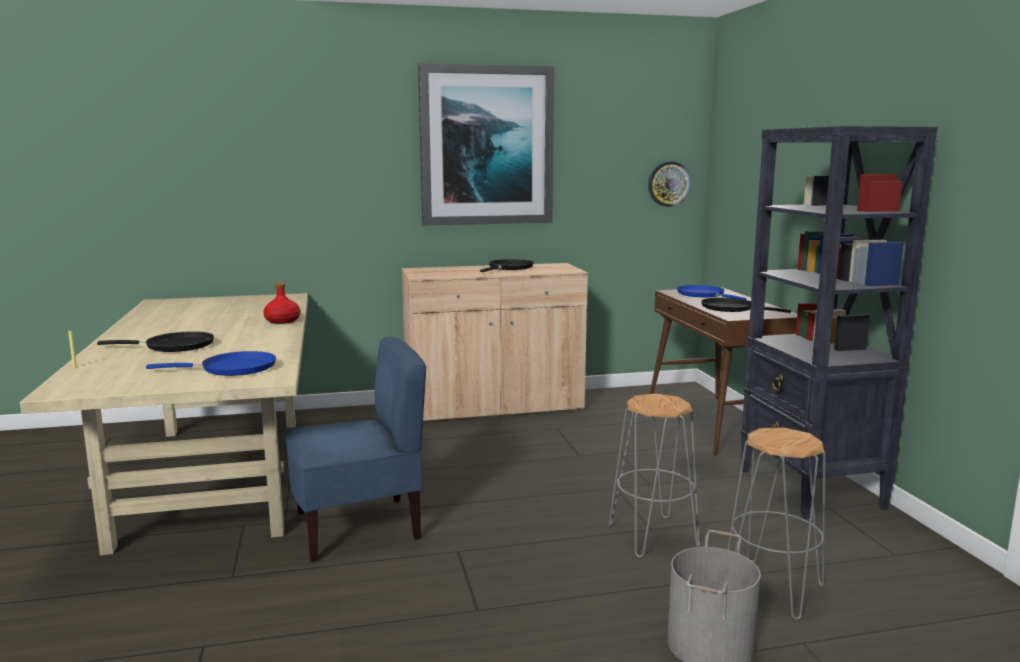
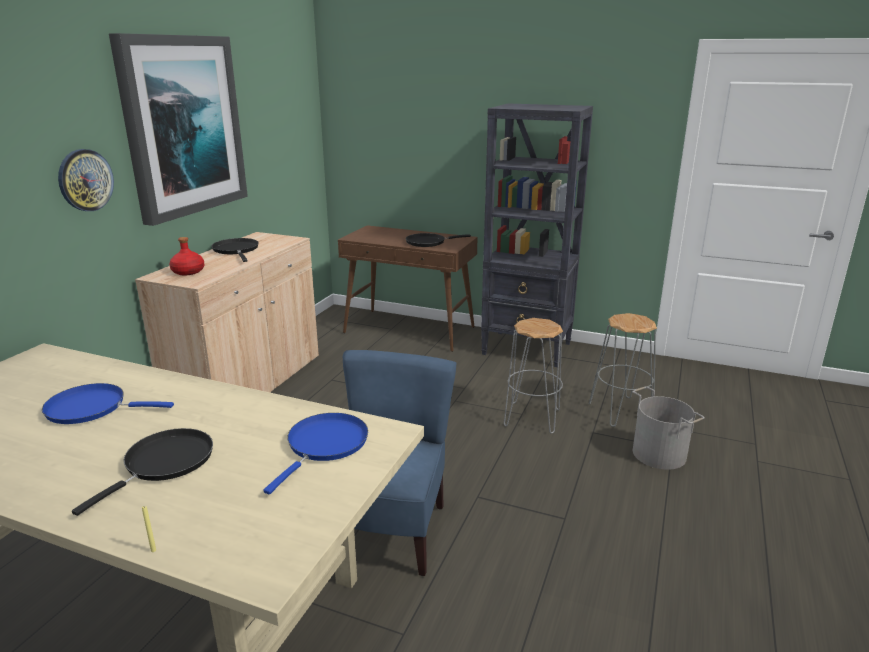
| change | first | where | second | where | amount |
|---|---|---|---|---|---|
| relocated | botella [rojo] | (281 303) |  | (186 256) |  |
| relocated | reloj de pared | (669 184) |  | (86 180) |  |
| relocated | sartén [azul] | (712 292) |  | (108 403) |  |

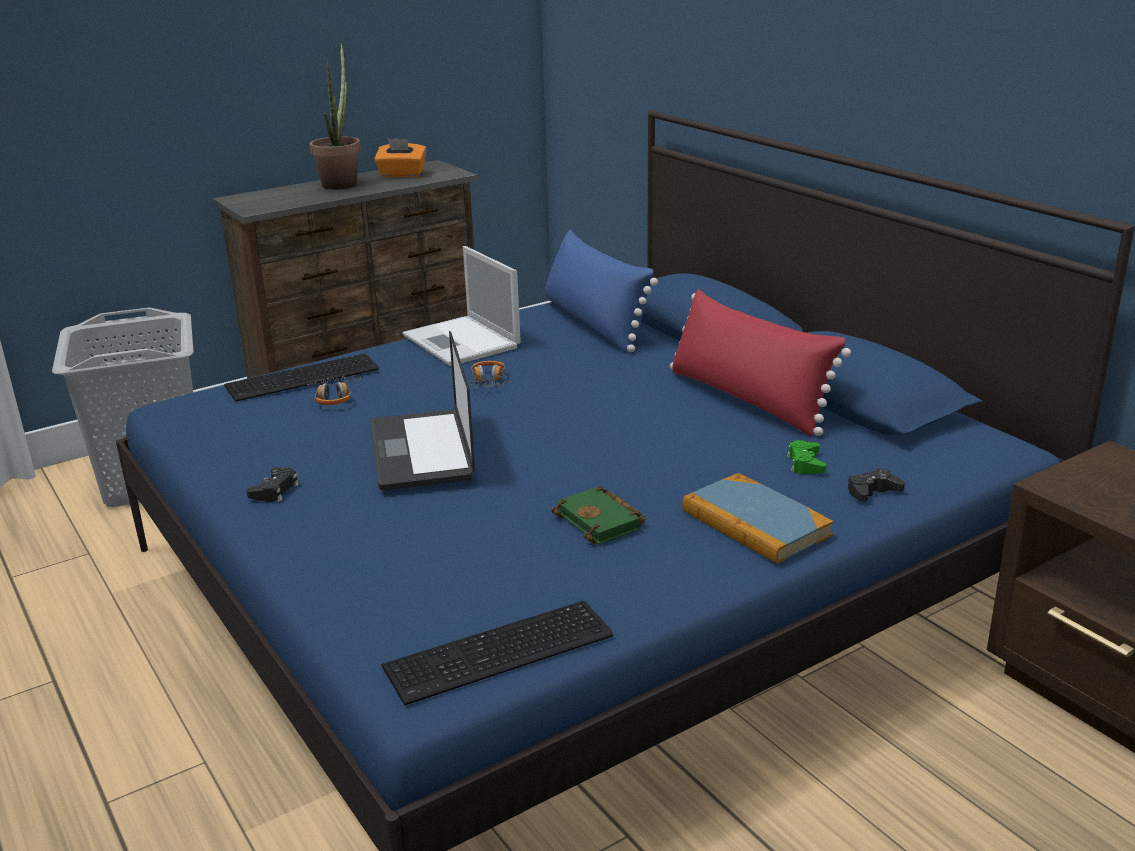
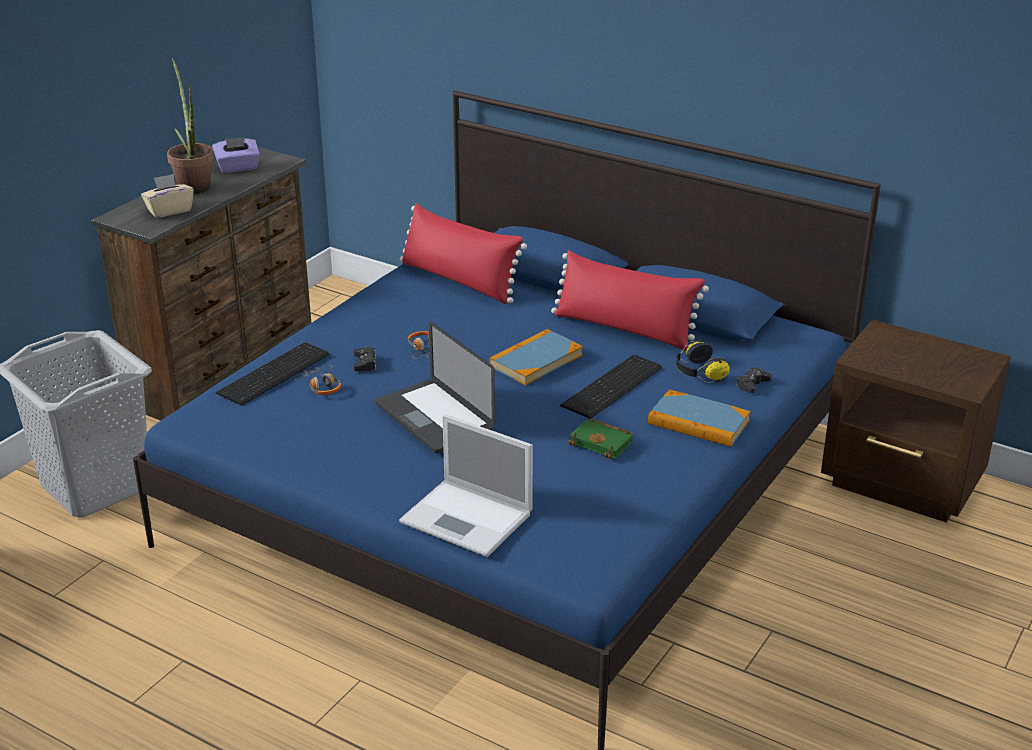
| change | first | where | second | where | amount |
|---|---|---|---|---|---|
| relocated | mando de consola [negro] | (273 484) |  | (364 359) |  |
| colour | caja de pañuelos [naranja] | (400 157) | caja de pañuelos [morado] | (236 155) |  |
| relocated | teclado | (497 653) |  | (611 387) |  |
| relocated | portátil | (461 306) |  | (466 485) |  |
| colour | cojín [azul] | (601 290) | cojín [rojo] | (463 253) |  |
| exchanged | mando de consola [verde] | (806 457) | auriculares | (702 361) |  |
| appeared |  |  | caja de pañuelos [beis] | (167 196) |  |
| appeared |  |  | libro | (536 357) |  |

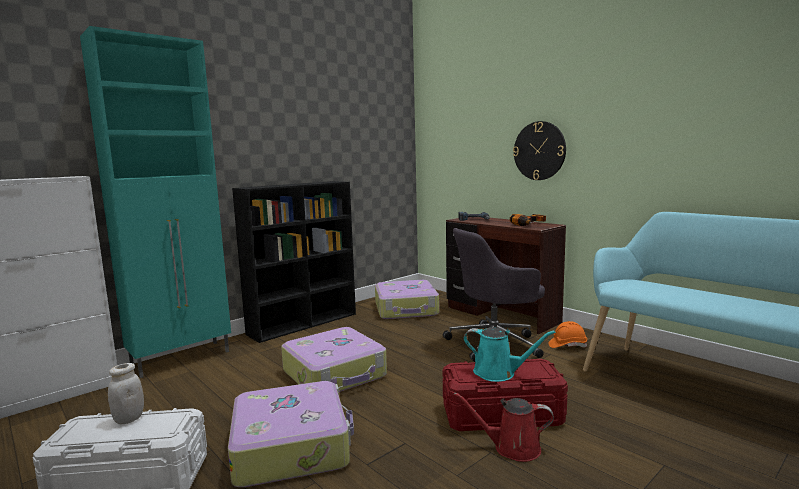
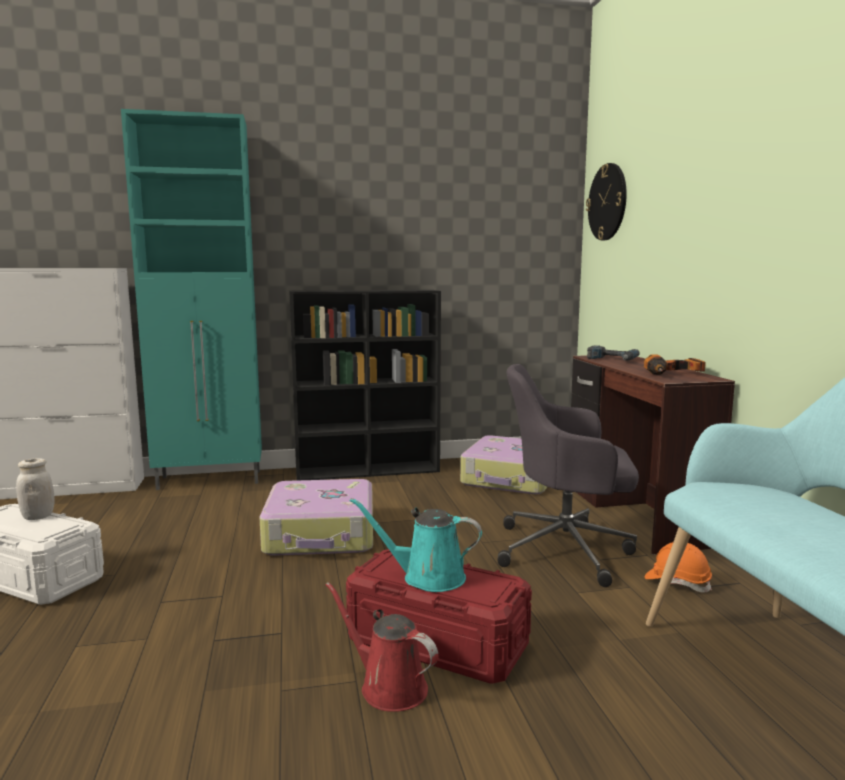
| change | first | where | second | where | amount |
|---|---|---|---|---|---|
| missing | maleta | (291 434) |  |  |  |
| spun | regadera [turquesa] | (509 354) |  | (415 545) | 135 degrees clockwise |
| relocated | reloj de pared | (539 150) |  | (606 201) |  |

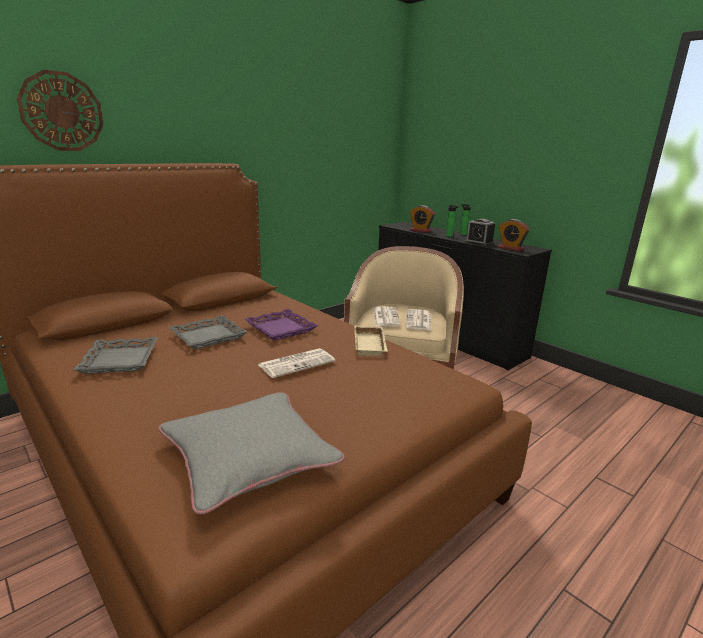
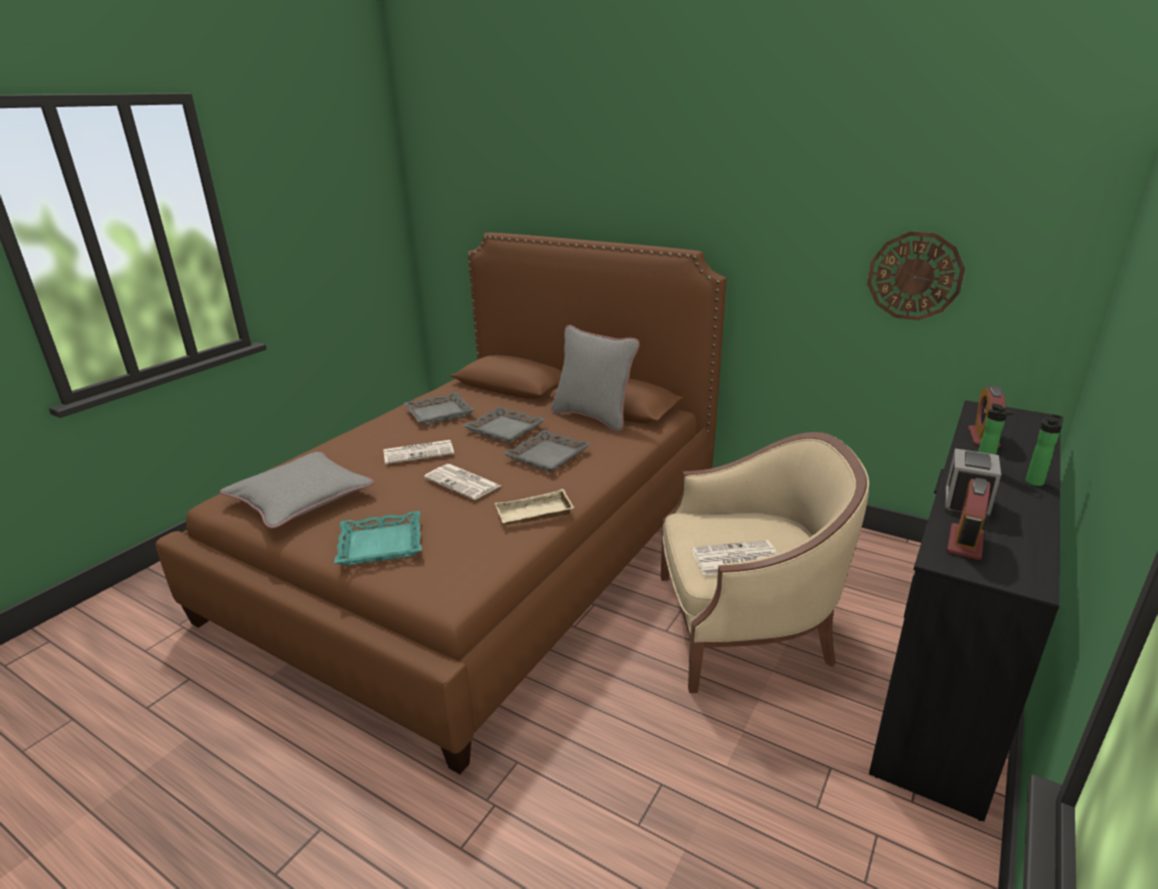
| change | first | where | second | where | amount |
|---|---|---|---|---|---|
| relocated | reloj de pared | (60 110) |  | (916 276) |  |
| colour | bandeja [morado] | (281 325) | bandeja [gris] | (547 451) |  |
| relocated | periódico | (387 317) |  | (418 452) |  |
| appeared |  |  | bandeja [turquesa] | (378 538) |  |
| appeared |  |  | cojín [gris] | (595 378) |  |

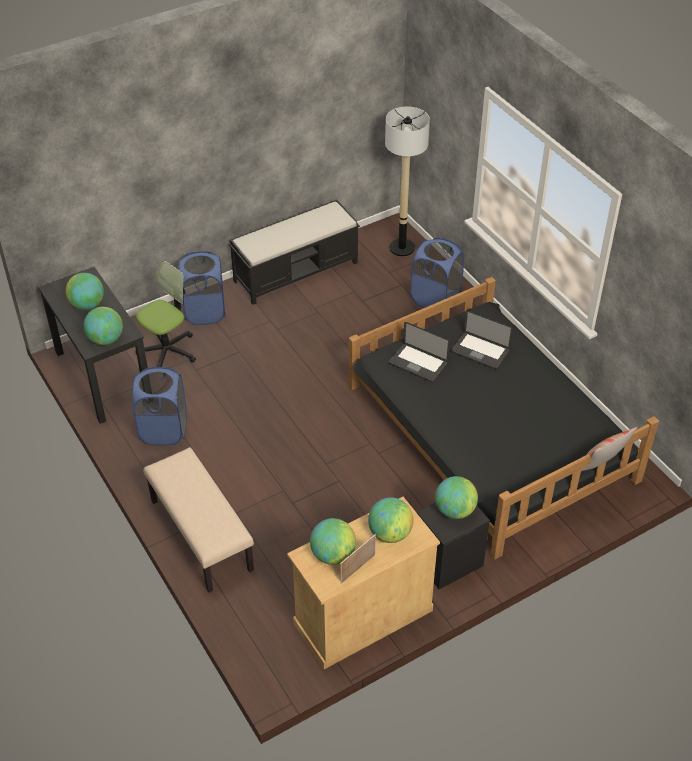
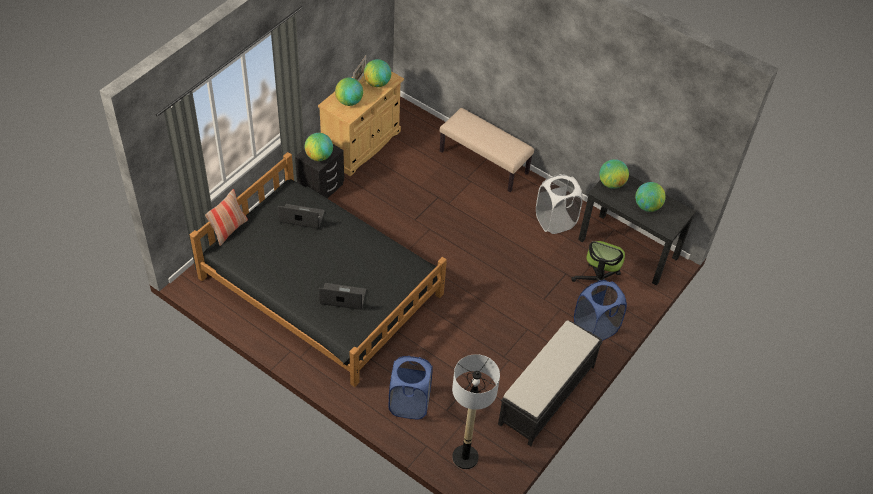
| change | first | where | second | where | amount |
|---|---|---|---|---|---|
| colour | cesto de la ropa [azul] | (159 406) | cesto de la ropa [blanco] | (559 204) |  |
| relocated | portátil | (419 352) |  | (301 216) |  |

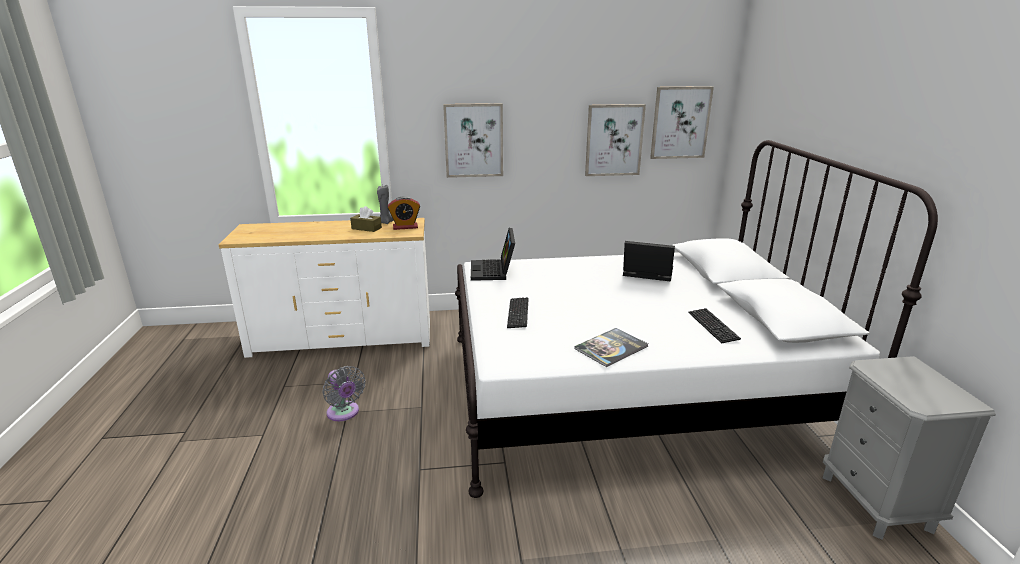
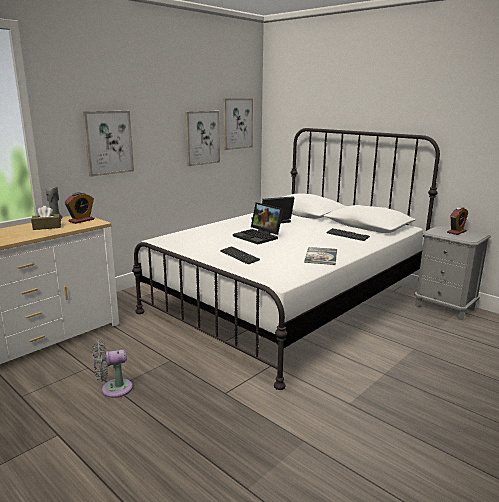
| change | first | where | second | where | amount |
|---|---|---|---|---|---|
| spun | ventilador [gris] | (344 393) |  | (113 368) | 150 degrees clockwise |
| relocated | portátil | (493 254) |  | (258 223) |  |
| appeared |  |  | despertador | (457 221) |  |

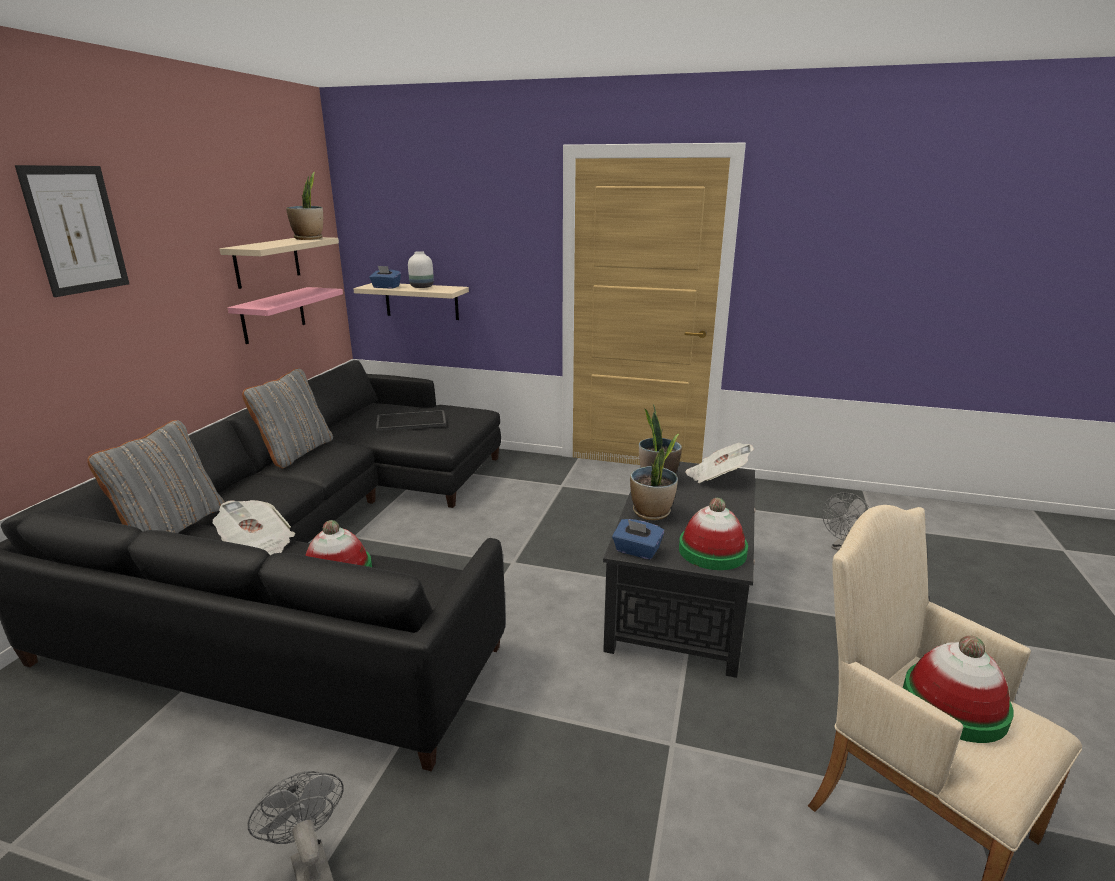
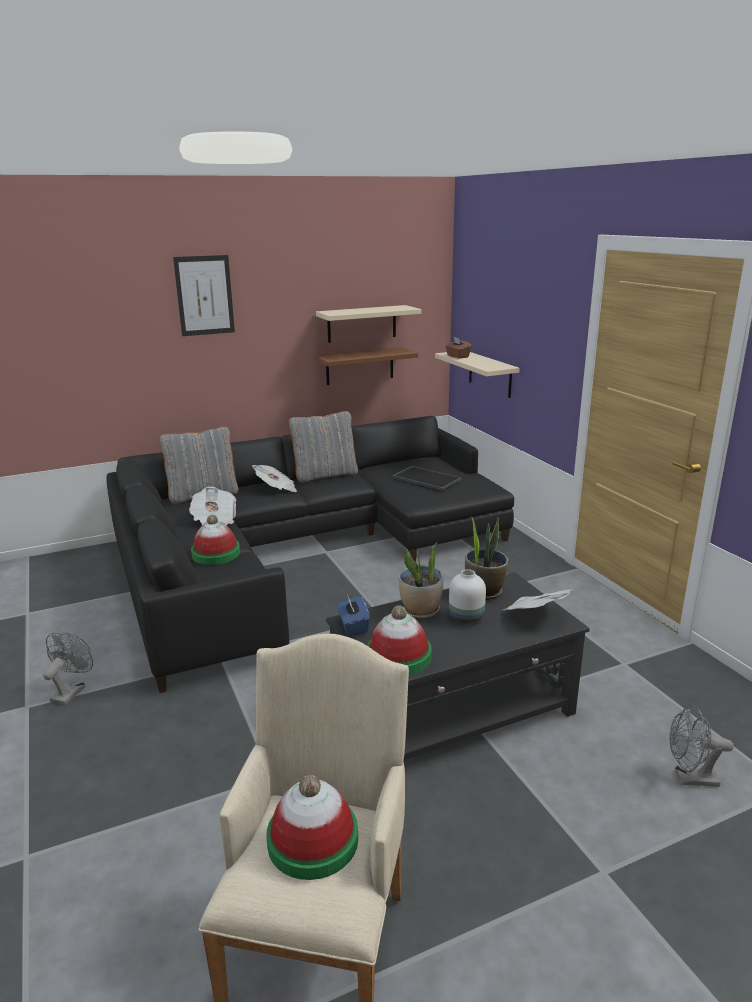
| change | first | where | second | where | amount |
|---|---|---|---|---|---|
| colour | estante [rosa] | (285 315) | estante [marrón] | (366 366) |  |
| missing | planta en maceta | (304 206) |  |  |  |
| colour | caja de pañuelos [azul] | (385 277) | caja de pañuelos [marrón] | (458 347) |  |
| relocated | florero [blanco] | (421 269) |  | (467 596) |  |
| appeared |  |  | periódico | (274 478) |  |

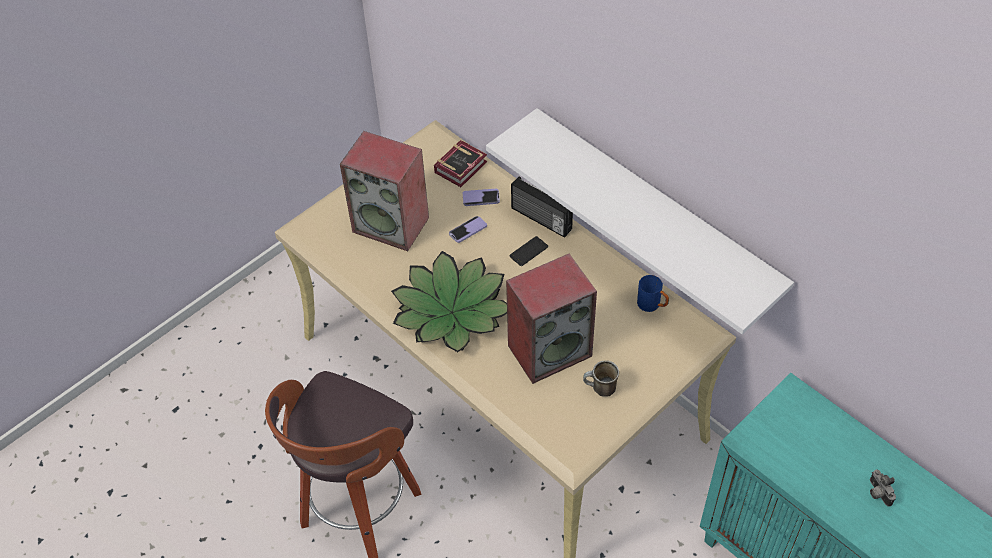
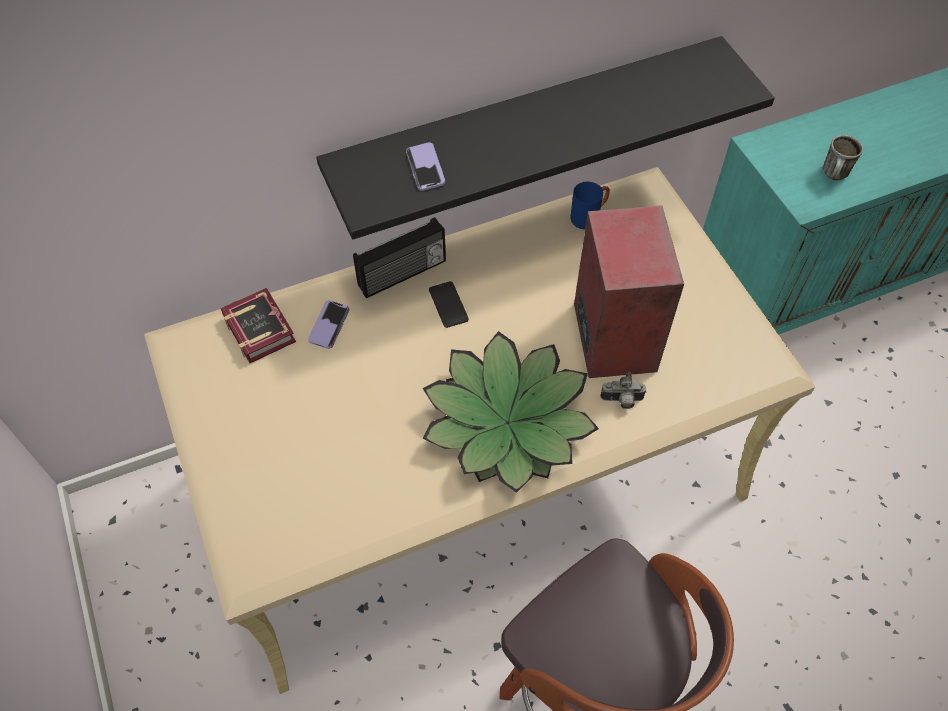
| change | first | where | second | where | amount |
|---|---|---|---|---|---|
| missing | altavoz | (384 191) |  |  |  |
| relocated | móvil | (468 229) |  | (425 166) |  |
| colour | estante [blanco] | (640 221) | estante [negro] | (545 138) |  |
| relocated | taza grande | (601 378) |  | (843 157) |  |
| relocated | cámara | (883 488) |  | (623 390) |  |

